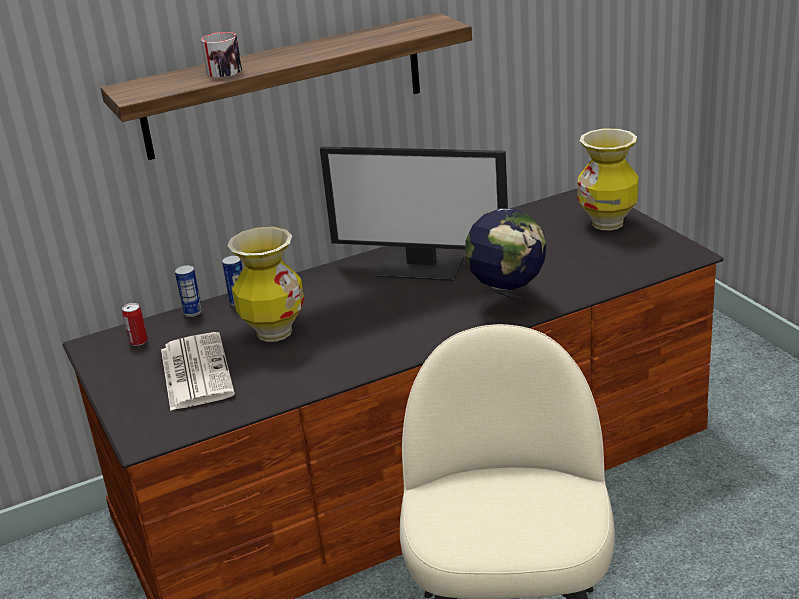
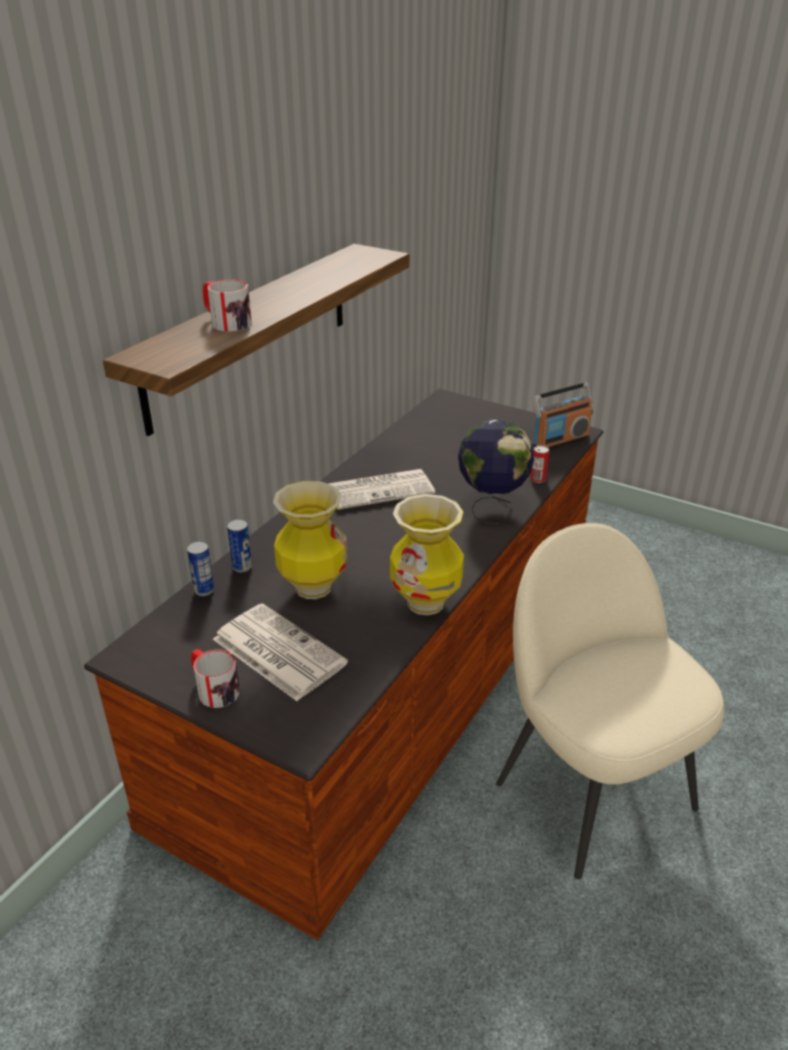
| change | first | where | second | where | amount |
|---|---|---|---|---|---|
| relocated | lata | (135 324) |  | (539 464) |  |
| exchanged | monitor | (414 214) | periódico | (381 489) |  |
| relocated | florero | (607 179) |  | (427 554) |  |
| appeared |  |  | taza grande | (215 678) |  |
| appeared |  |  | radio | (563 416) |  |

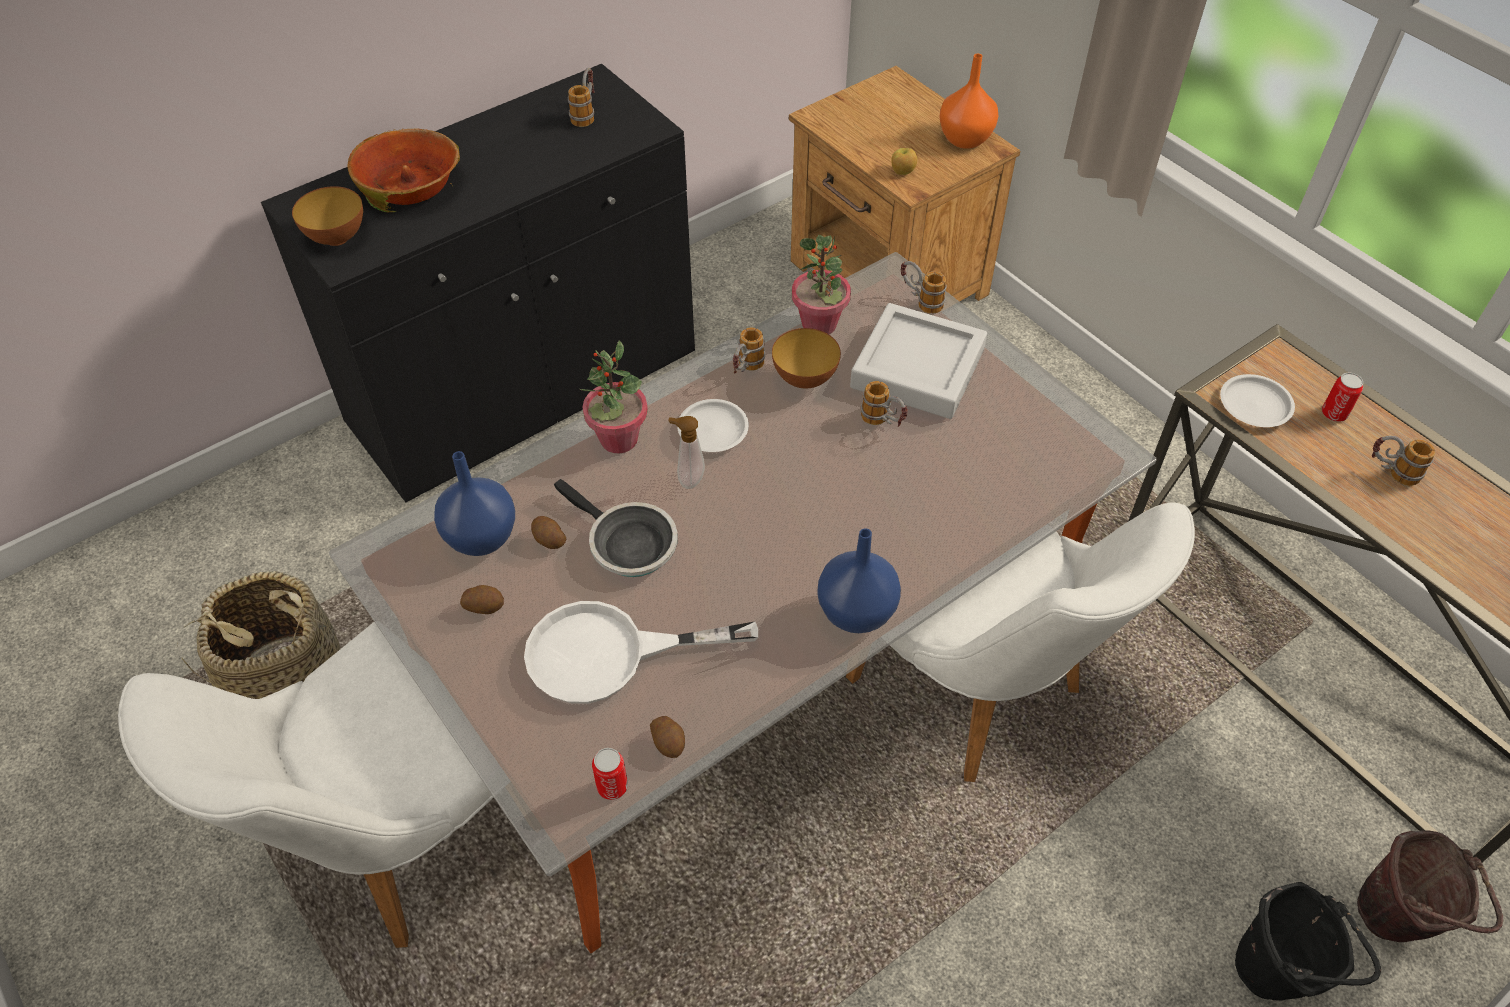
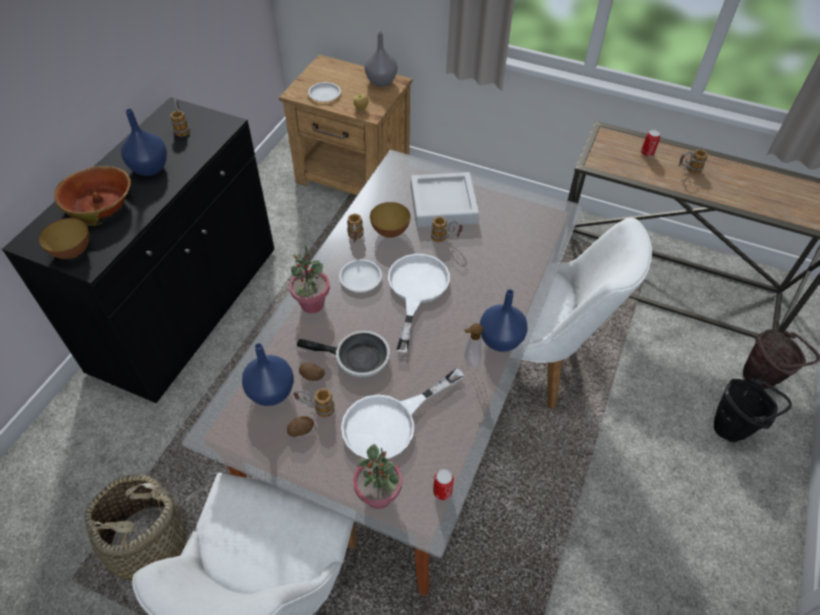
| change | first | where | second | where | amount |
|---|---|---|---|---|---|
| missing | patata | (667 737) |  |  |  |
| relocated | dispensador de jabón | (686 452) |  | (473 345) |  |
| relocated | planta en maceta | (821 284) |  | (377 476) |  |
| relocated | taza grande | (924 287) |  | (314 402) |  |
| colour | florero [naranja] | (968 101) | florero [gris] | (380 59) |  |
| relocated | plato [blanco] | (1257 400) |  | (324 92) |  |
| appeared |  |  | florero [azul] | (144 142) |  |
| appeared |  |  | sartén [blanco] | (419 303) |  |

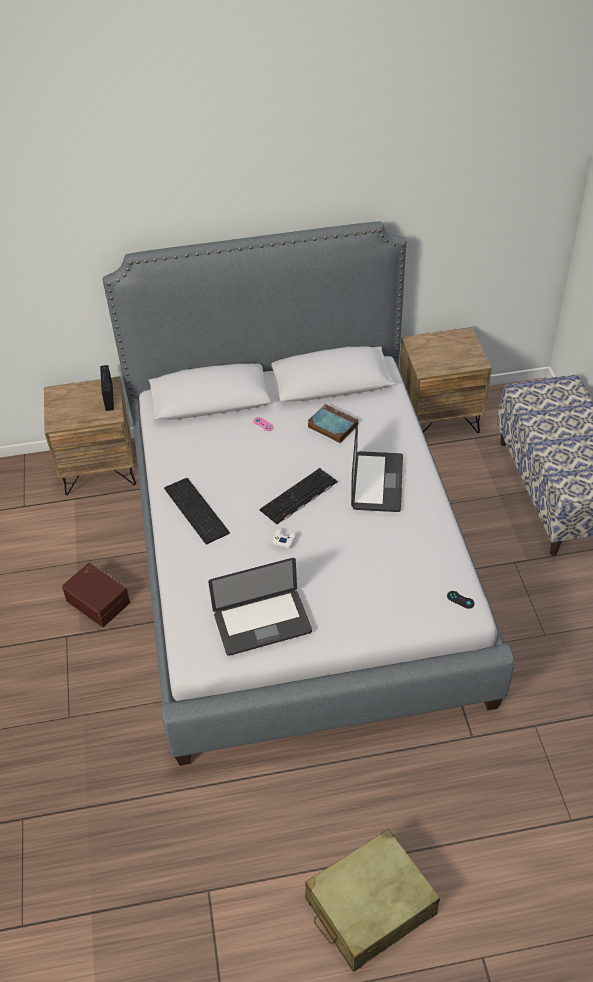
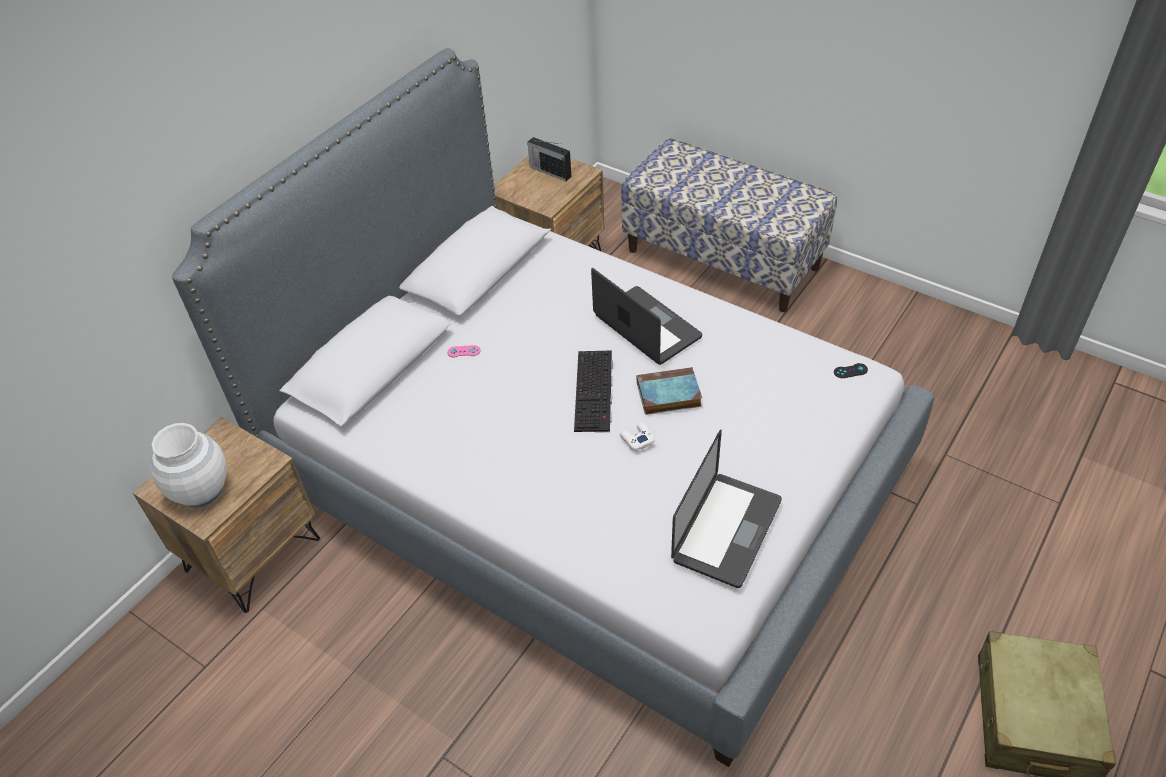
| change | first | where | second | where | amount |
|---|---|---|---|---|---|
| missing | caja de almacenaje [marrón] | (96 594) |  |  |  |
| relocated | radio | (107 388) |  | (549 159) |  |
| missing | teclado | (197 511) |  |  |  |
| relocated | libro | (332 423) |  | (669 391) |  |
| appeared |  |  | florero [blanco] | (188 465) |  |

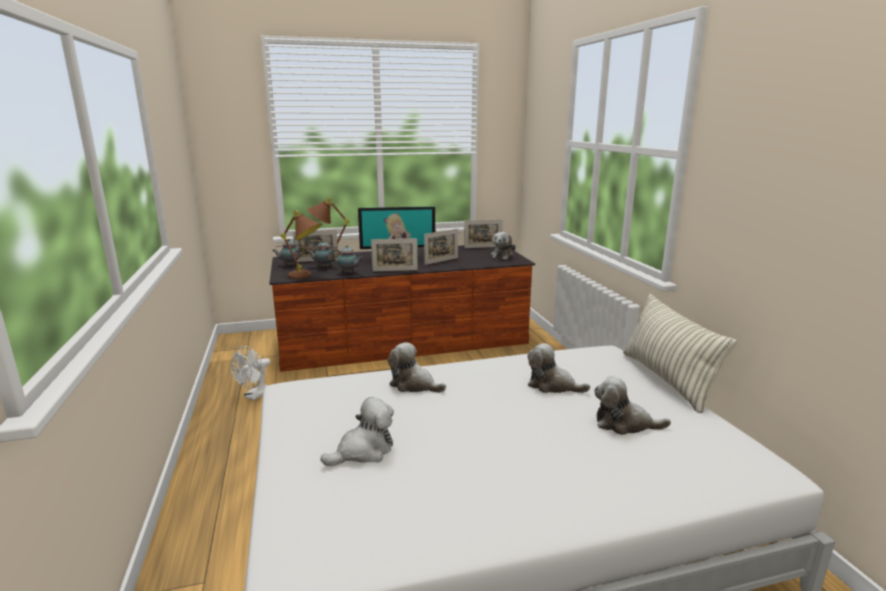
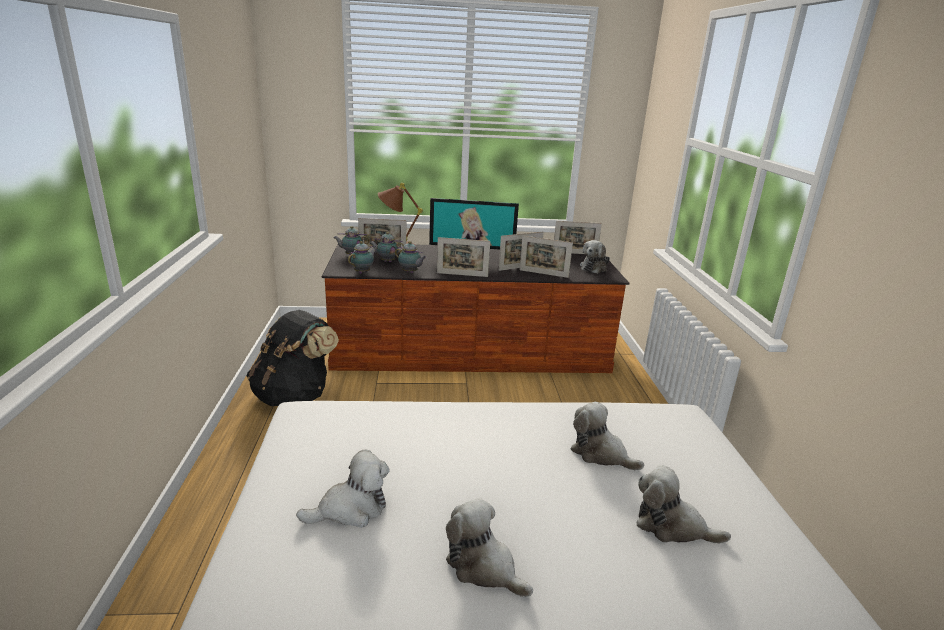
| change | first | where | second | where | amount |
|---|---|---|---|---|---|
| exchanged | ventilador [blanco] | (251 373) | mochila [negro] | (293 358) |  |
| exchanged | lámpara de mesa [marrón] | (301 244) | tetera | (362 257) |  |
| relocated | peluche | (417 367) |  | (489 547) |  |
| missing | cojín | (680 353) |  |  |  |
| appeared |  |  | portarretratos | (546 257) |  |

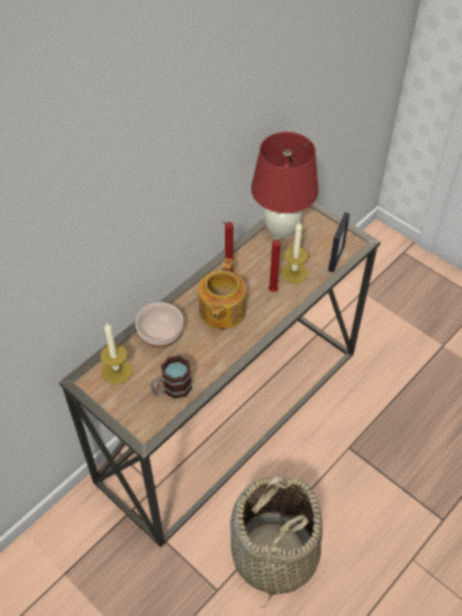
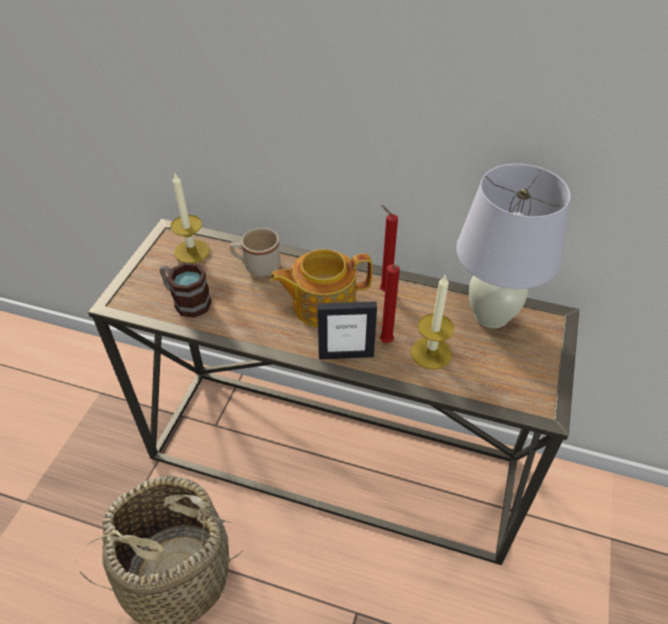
| change | first | where | second | where | amount |
|---|---|---|---|---|---|
| exchanged | cuenco | (159 325) | taza grande [beis] | (255 252) |  |
| colour | lámpara de mesa [rojo] | (285 185) | lámpara de mesa [blanco] | (513 246) |  |
| relocated | portarretratos | (339 242) |  | (347 330) |  |

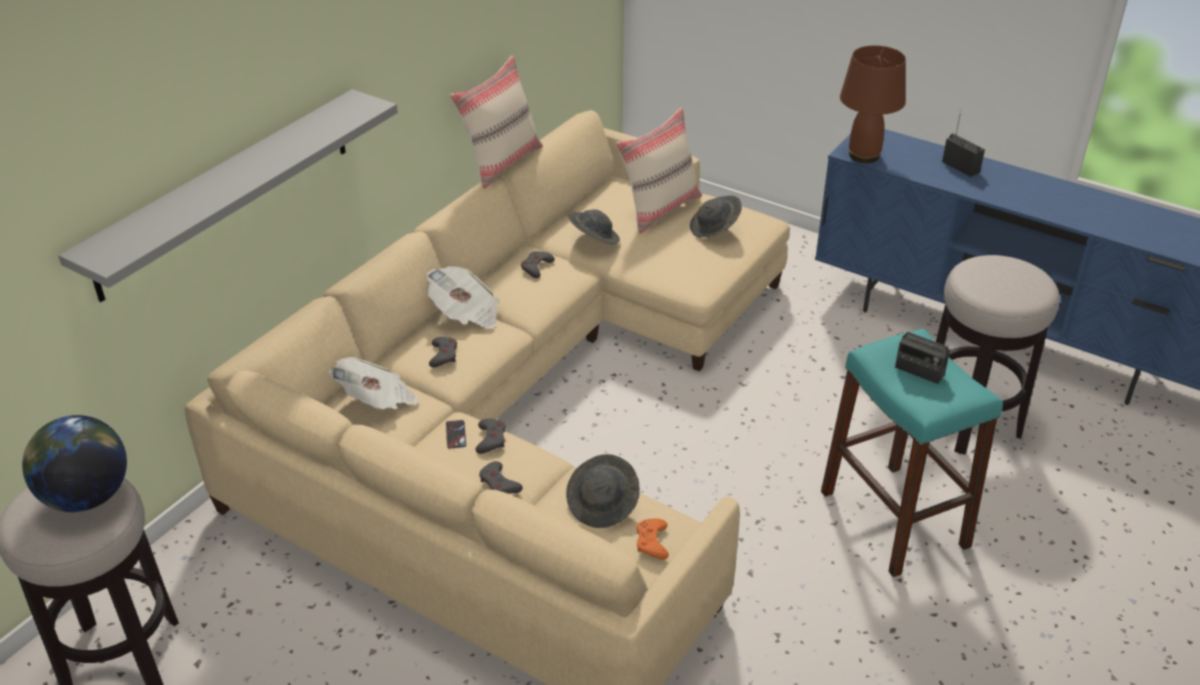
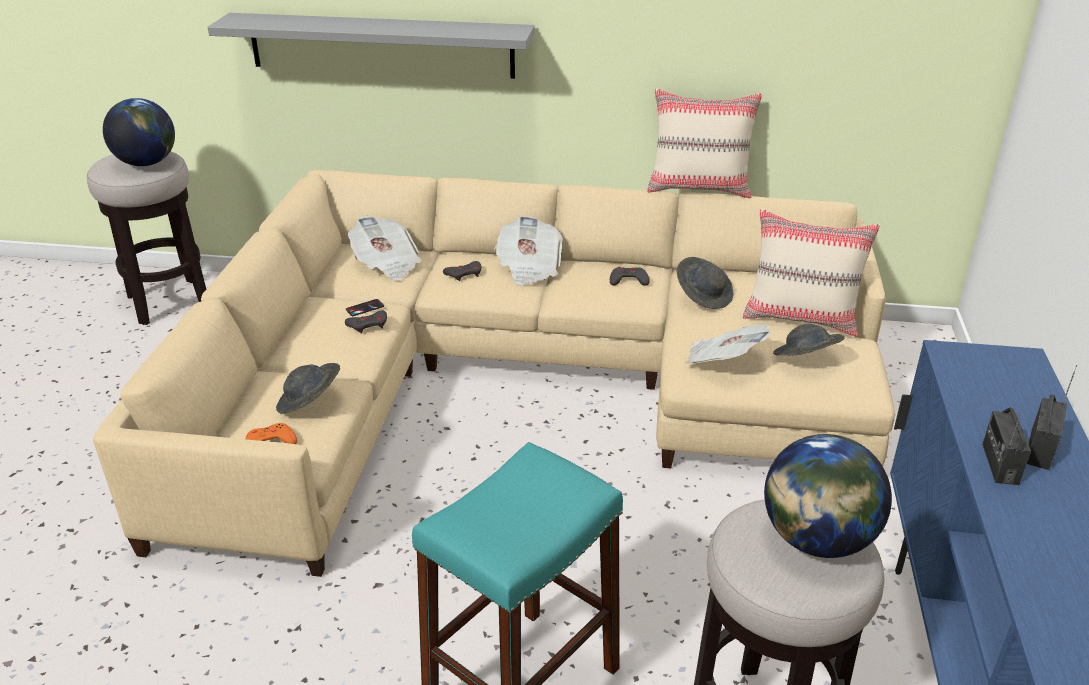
| change | first | where | second | where | amount |
|---|---|---|---|---|---|
| missing | mando de consola [gris] | (501 477) |  |  |  |
| missing | lámpara de mesa [marrón] | (873 104) |  |  |  |
| relocated | radio | (922 355) |  | (1006 445) |  |
| appeared |  |  | periódico | (728 343) |  |
| appeared |  |  | globo terráqueo | (828 496) |  |

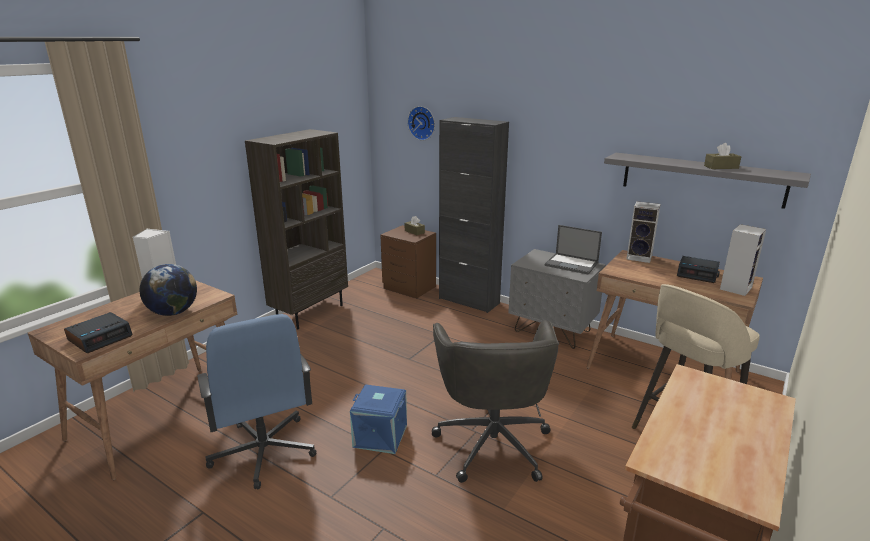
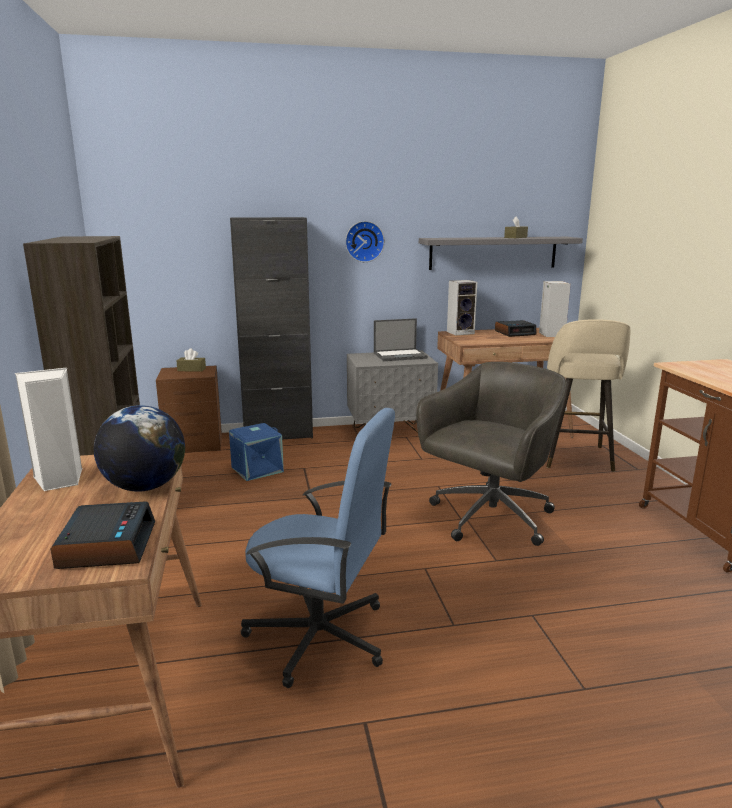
| change | first | where | second | where | amount |
|---|---|---|---|---|---|
| relocated | caja de almacenaje [azul] | (378 419) |  | (256 452) |  |
| relocated | reloj de pared | (421 123) |  | (365 241) |  |
| spun | silla de oficina [gris] | (495 401) |  | (491 454) | 90 degrees counterclockwise |

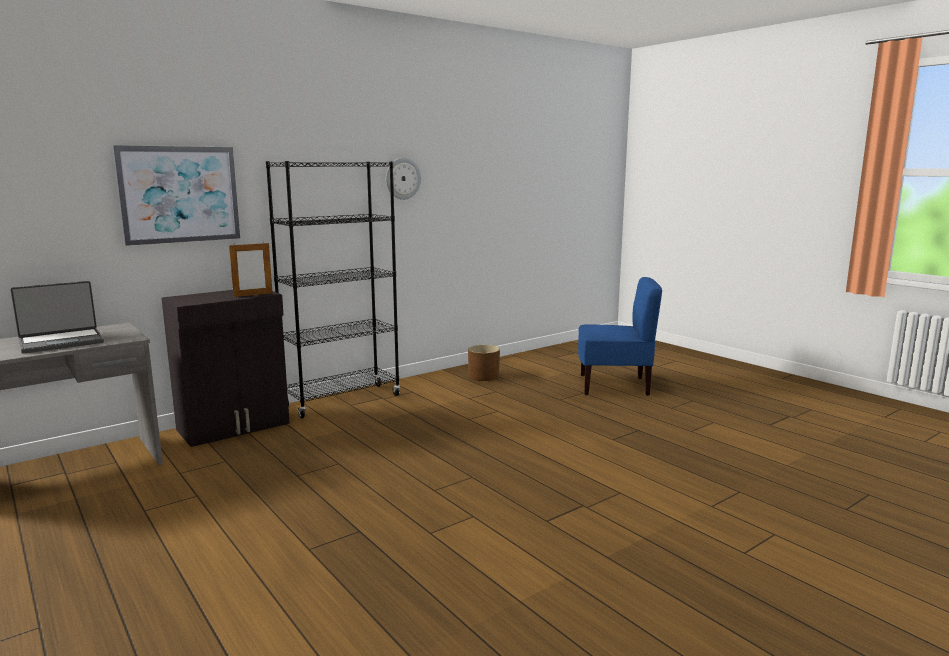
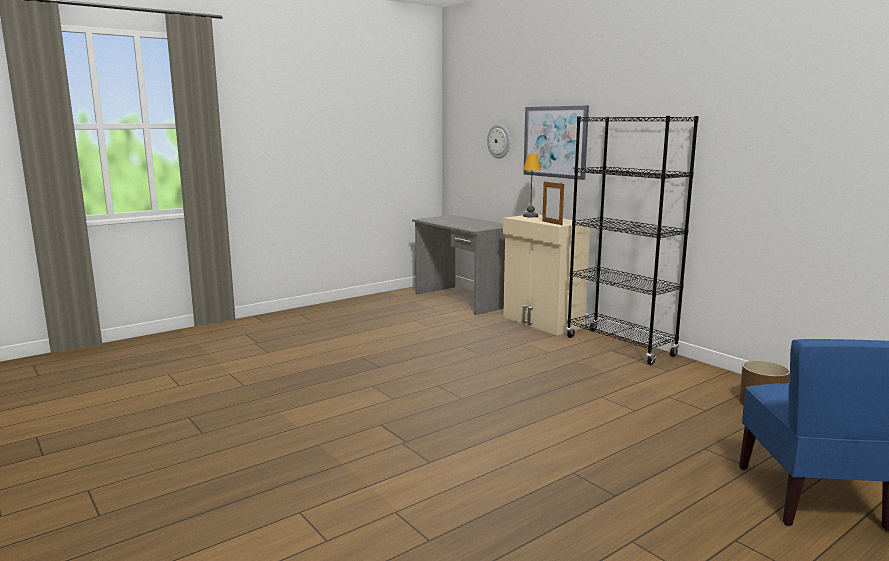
| change | first | where | second | where | amount |
|---|---|---|---|---|---|
| missing | portátil | (57 317) |  |  |  |
| colour | armario [negro] | (225 368) | armario [beis] | (547 275) |  |
| relocated | reloj de pared | (403 179) |  | (498 141) |  |
| appeared |  |  | lámpara de mesa | (532 185) |  |

